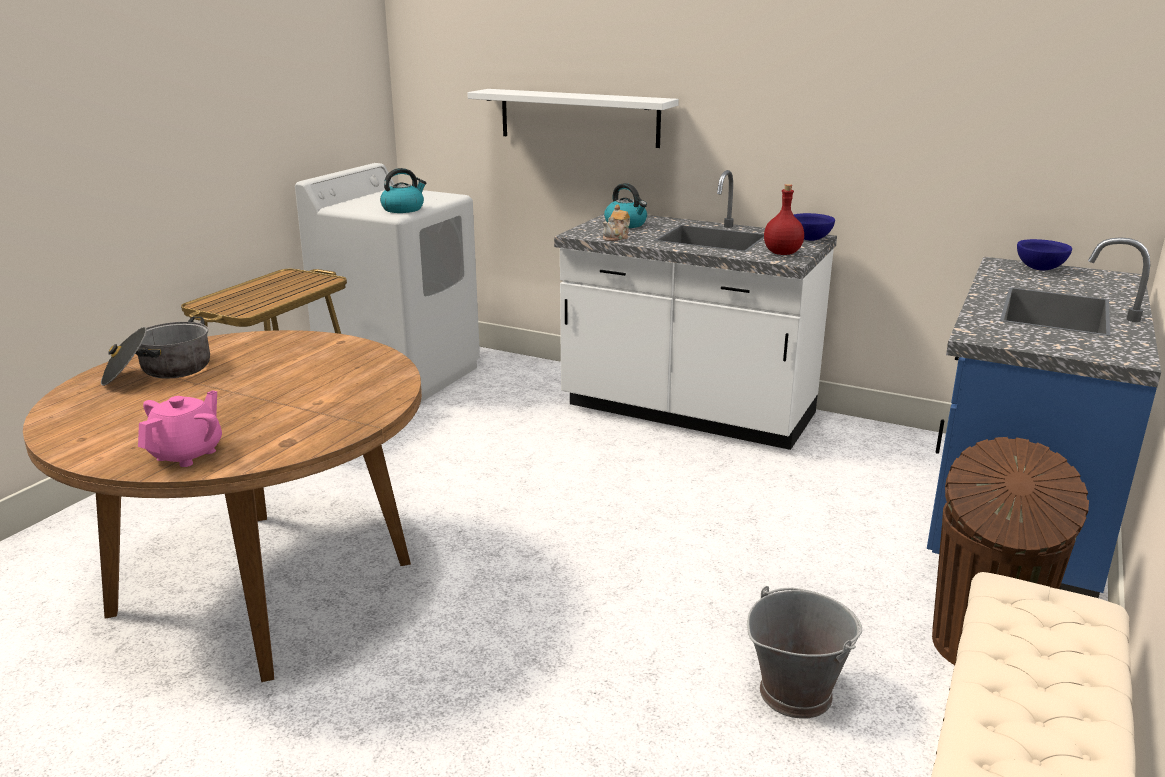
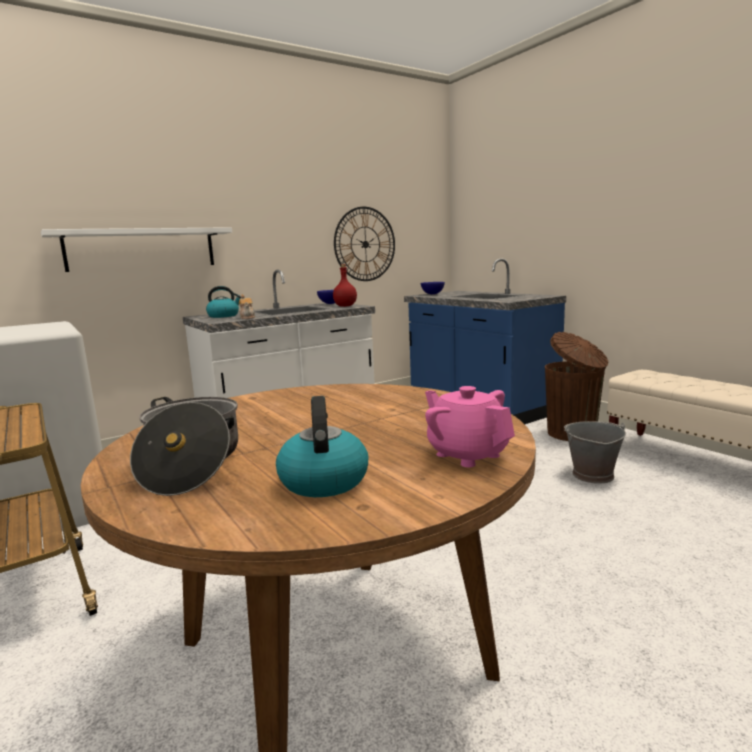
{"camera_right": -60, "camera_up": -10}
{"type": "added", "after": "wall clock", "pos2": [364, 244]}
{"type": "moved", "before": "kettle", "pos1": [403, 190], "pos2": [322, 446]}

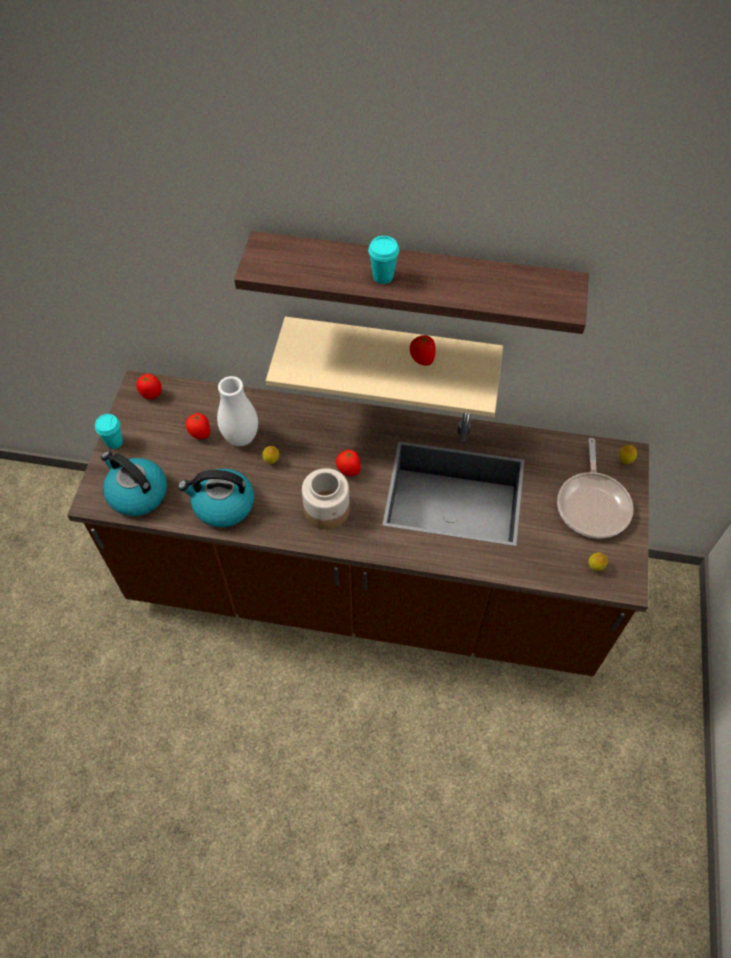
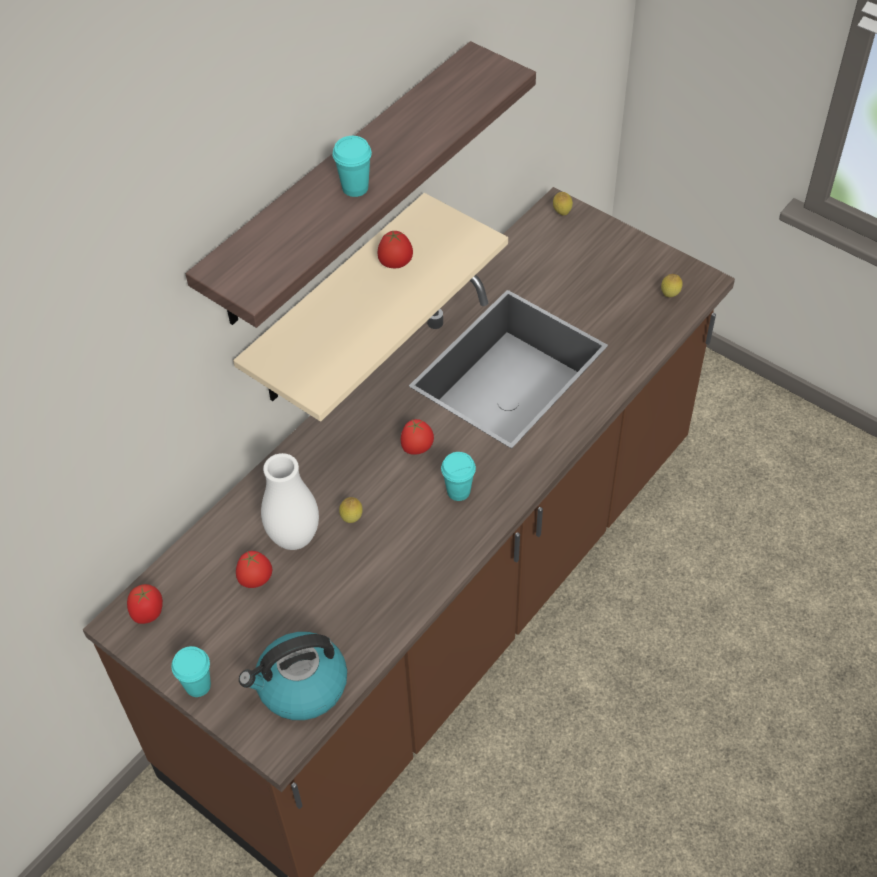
{"camera_right": -60, "camera_up": -5}
{"type": "removed", "before": "kettle", "pos1": [216, 498]}
{"type": "removed", "before": "frying pan", "pos1": [595, 488]}
{"type": "replaced", "before": "jar", "after": "turquoise cup", "pos1": [326, 499], "pos2": [458, 476]}

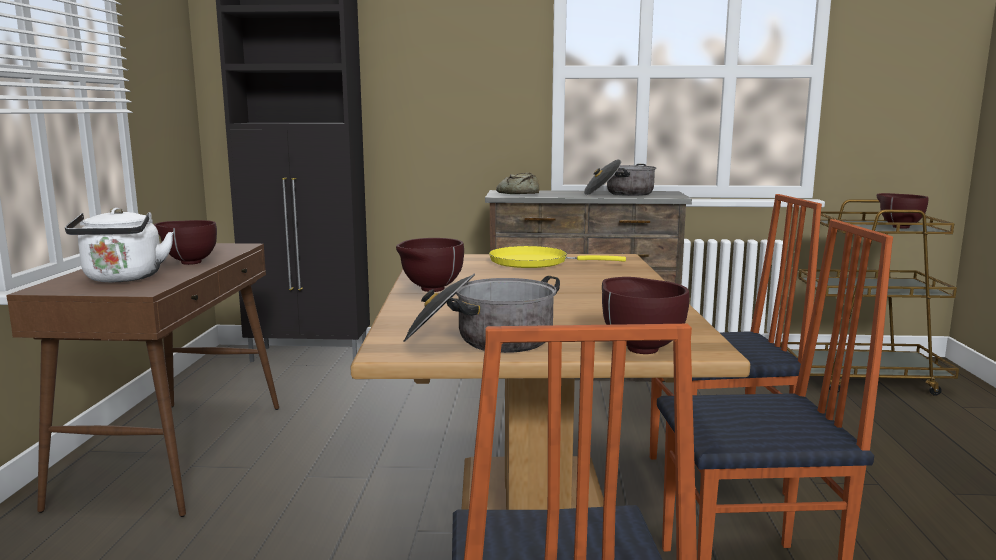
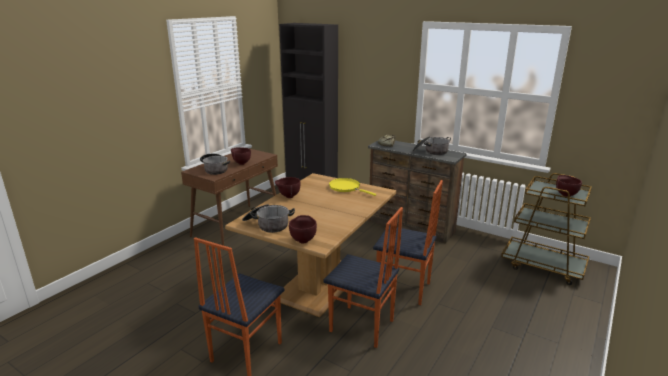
{"camera_right": 30, "camera_up": 10}
{"type": "replaced", "before": "white kettle", "after": "cooking pot", "pos1": [119, 245], "pos2": [215, 164]}

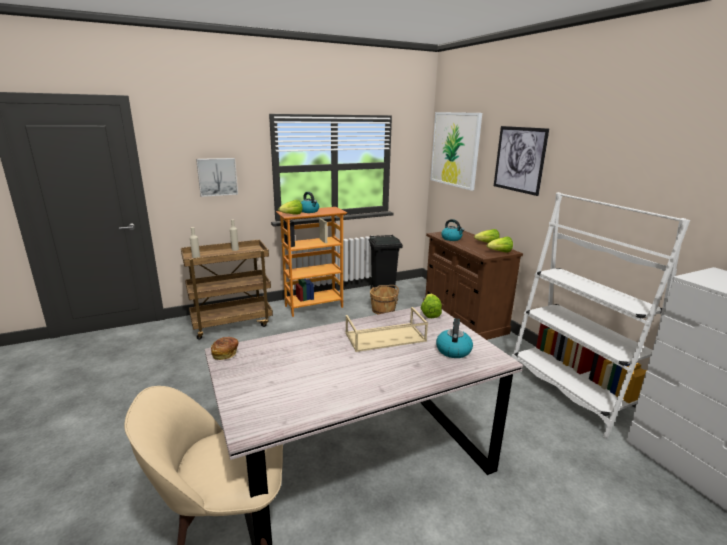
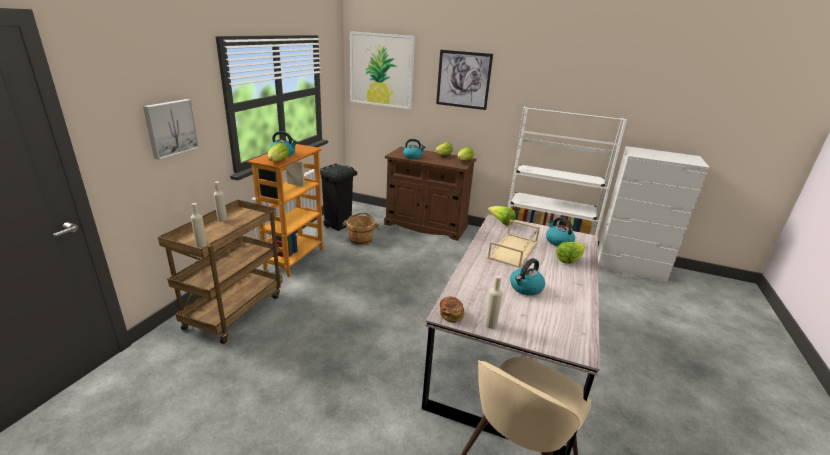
{"camera_right": -45, "camera_up": 5}
{"type": "added", "after": "beige bottle", "pos2": [493, 302]}
{"type": "added", "after": "kettle", "pos2": [527, 277]}
{"type": "added", "after": "lettuce", "pos2": [570, 253]}

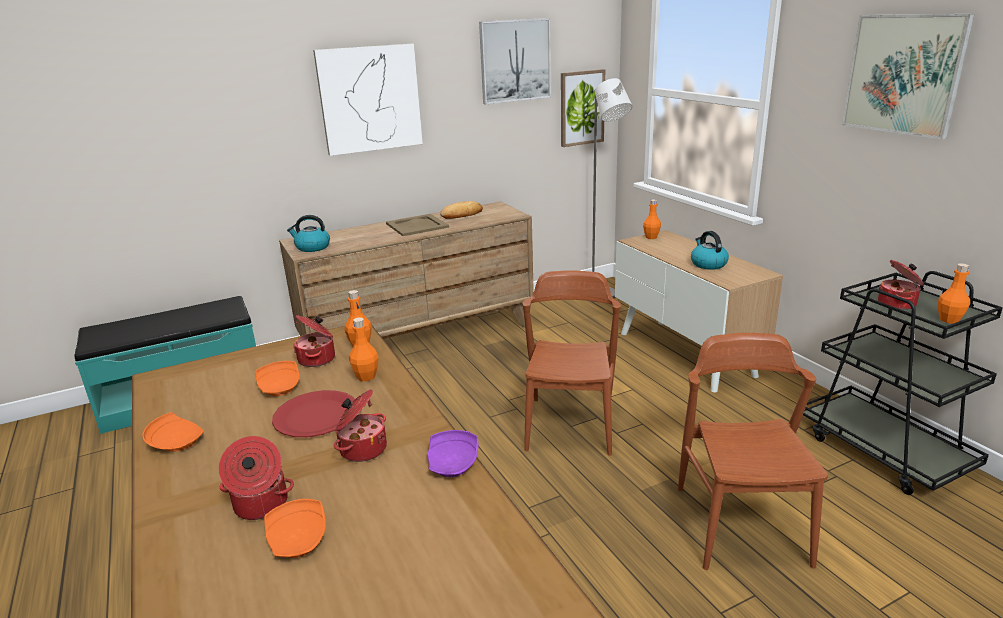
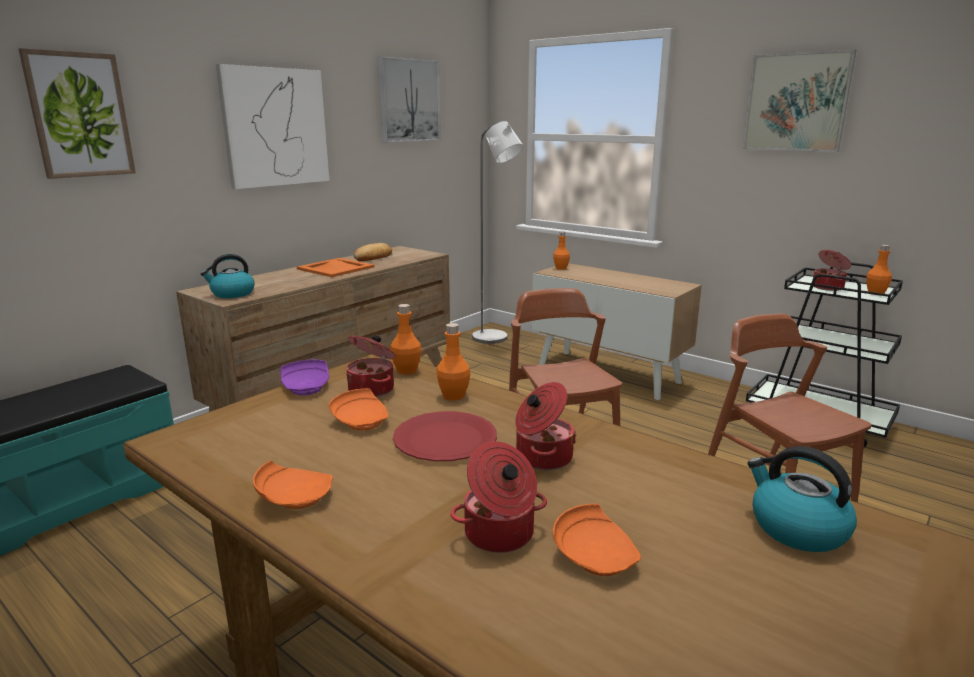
{"camera_right": -25, "camera_up": -5}
{"type": "moved", "before": "purple plate", "pos1": [453, 453], "pos2": [305, 377]}
{"type": "moved", "before": "picture", "pos1": [583, 108], "pos2": [77, 113]}
{"type": "moved", "before": "kettle", "pos1": [710, 250], "pos2": [802, 499]}
{"type": "recoloured", "before": "beige tray", "after": "orange tray", "pos1": [417, 225], "pos2": [335, 267]}

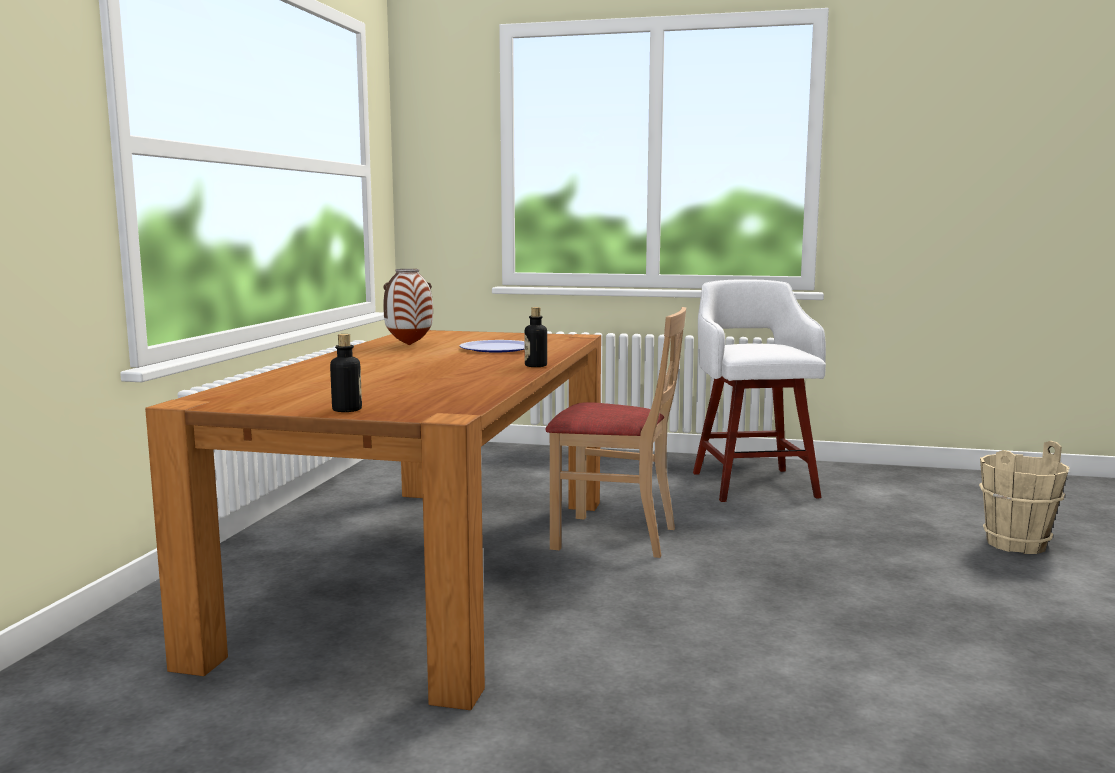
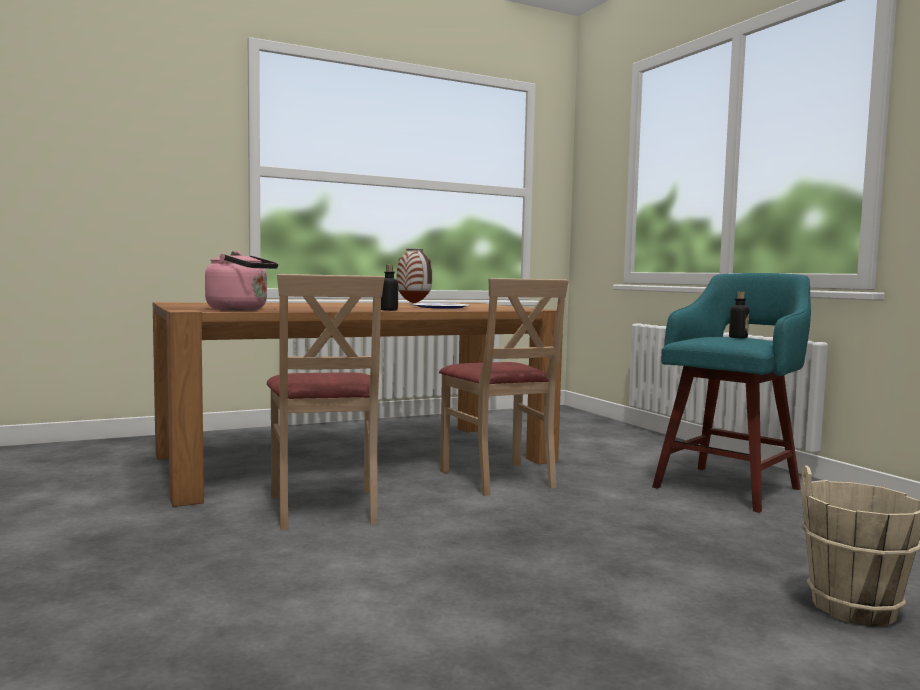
{"camera_right": 50, "camera_up": -5}
{"type": "added", "after": "pink kettle", "pos2": [241, 280]}
{"type": "added", "after": "beige chair", "pos2": [325, 402]}
{"type": "moved", "before": "bottle", "pos1": [346, 373], "pos2": [739, 315]}
{"type": "recoloured", "before": "white stool", "after": "turquoise stool", "pos1": [759, 390], "pos2": [731, 393]}

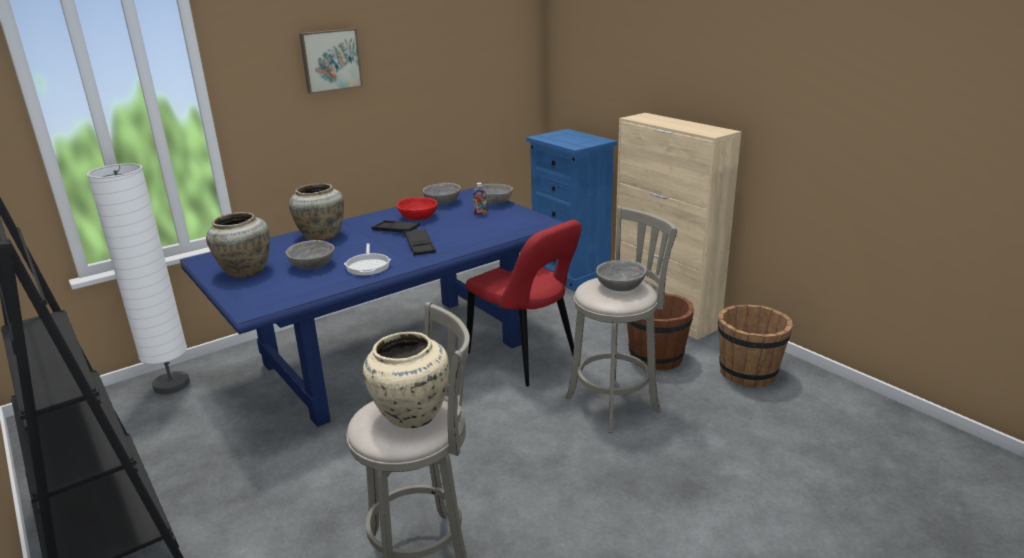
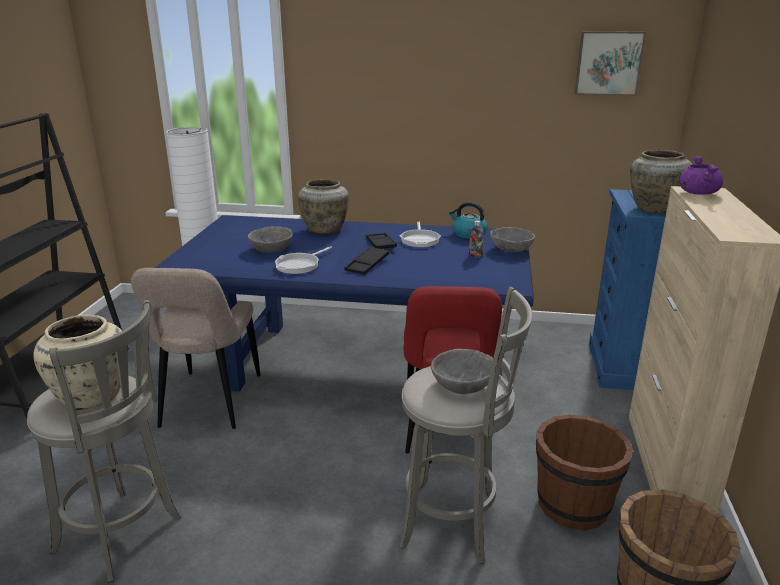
{"camera_right": 45, "camera_up": 0}
{"type": "added", "after": "beige chair", "pos2": [195, 348]}
{"type": "added", "after": "purple cooking pot", "pos2": [701, 175]}
{"type": "moved", "before": "beige vase", "pos1": [238, 245], "pos2": [661, 181]}
{"type": "moved", "before": "picture", "pos1": [331, 61], "pos2": [610, 63]}
{"type": "replaced", "before": "red bowl", "after": "frying pan", "pos1": [417, 208], "pos2": [420, 234]}
{"type": "replaced", "before": "grey bowl", "after": "kettle", "pos1": [442, 194], "pos2": [468, 220]}

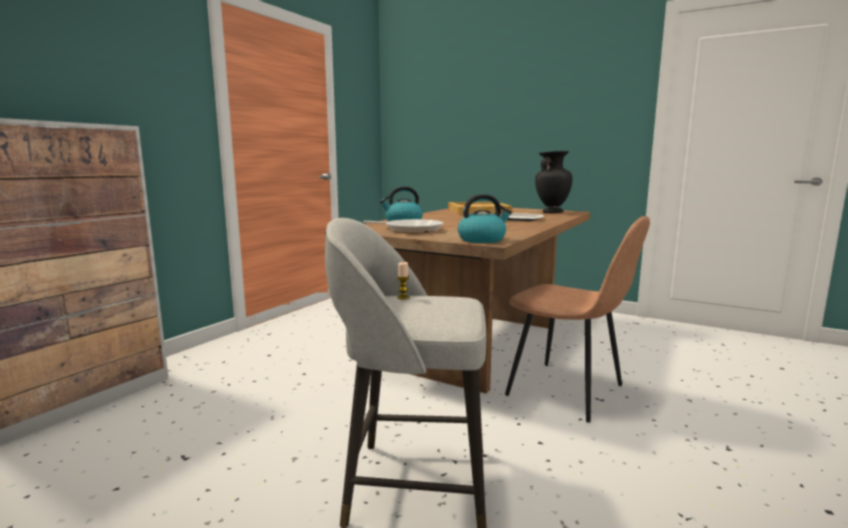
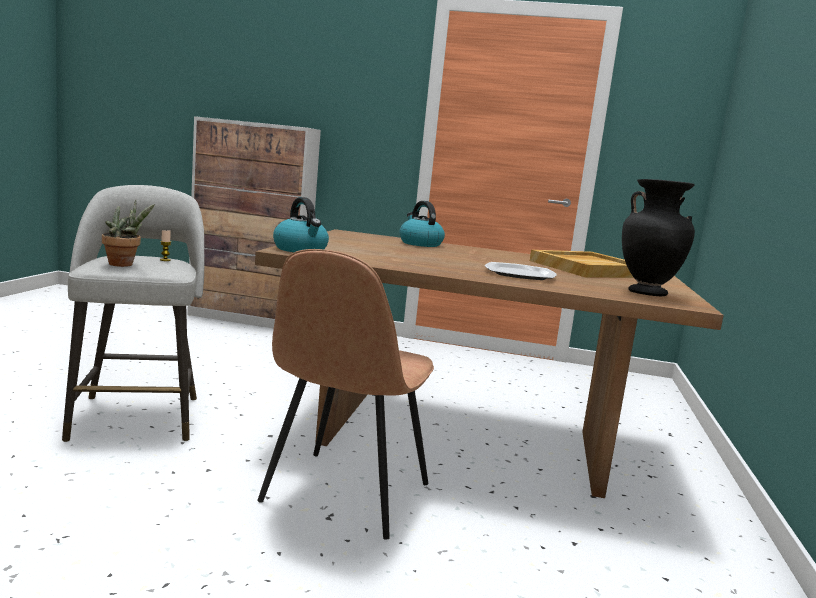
{"camera_right": 70, "camera_up": 0}
{"type": "removed", "before": "frying pan", "pos1": [403, 226]}
{"type": "added", "after": "potted plant", "pos2": [128, 233]}

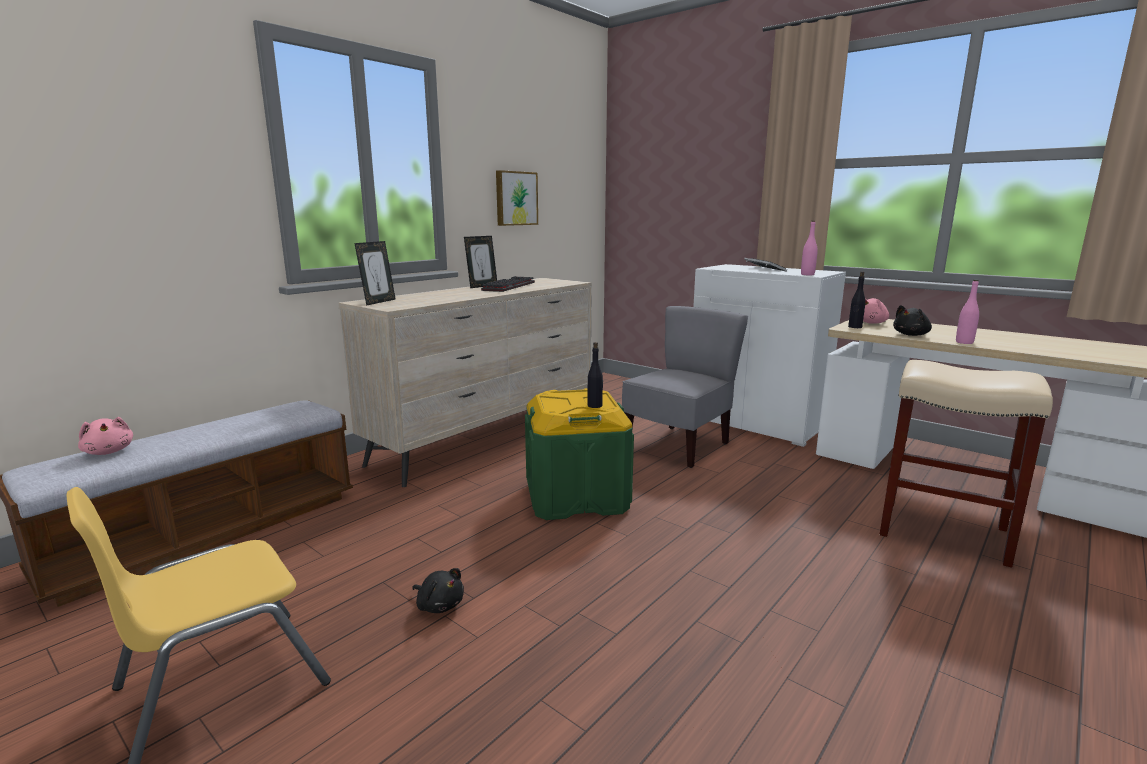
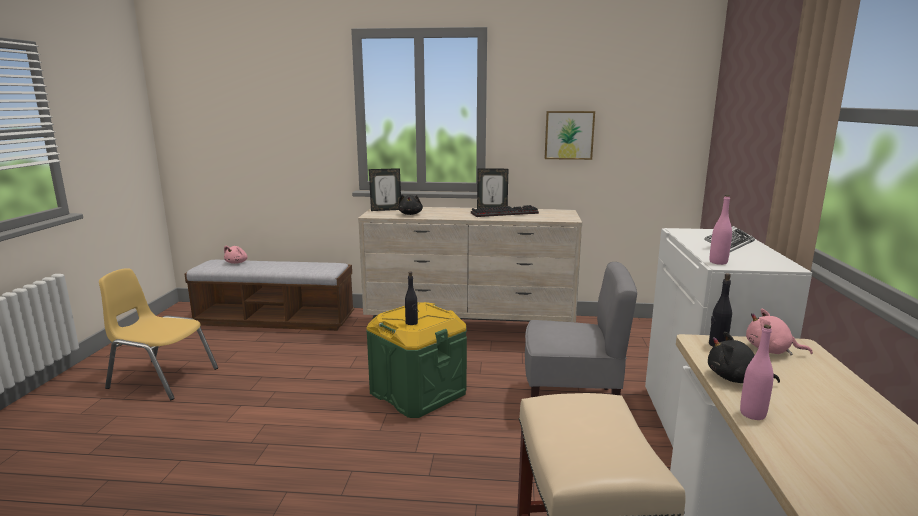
{"camera_right": 55, "camera_up": 0}
{"type": "moved", "before": "black plush toy", "pos1": [438, 590], "pos2": [410, 205]}

